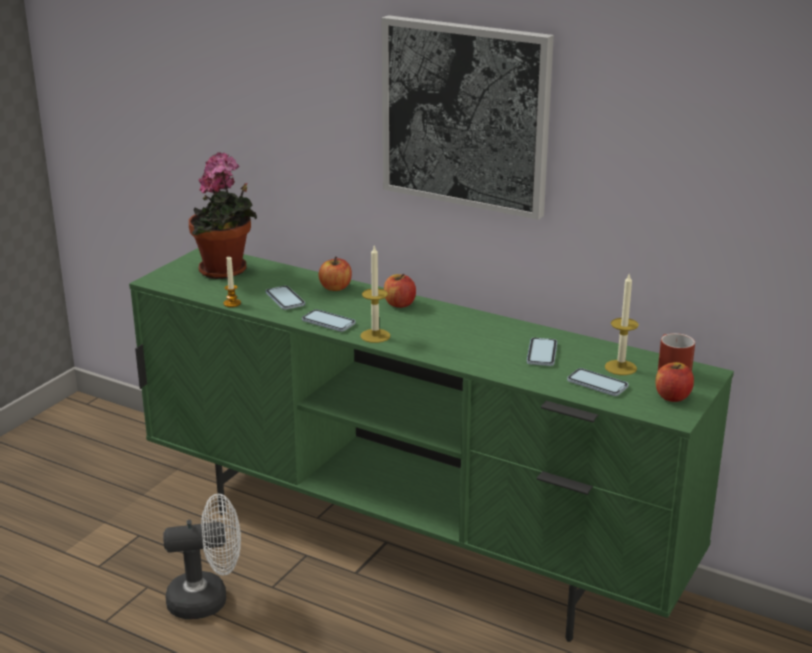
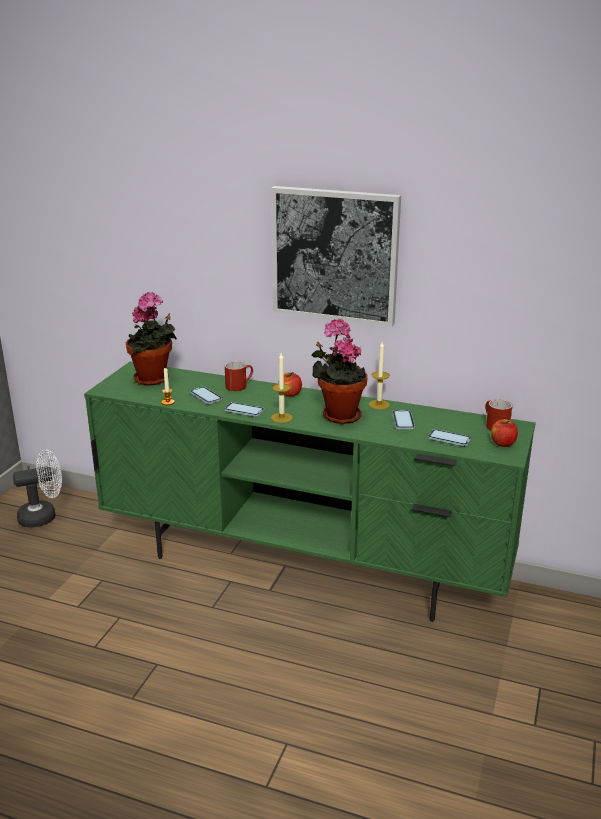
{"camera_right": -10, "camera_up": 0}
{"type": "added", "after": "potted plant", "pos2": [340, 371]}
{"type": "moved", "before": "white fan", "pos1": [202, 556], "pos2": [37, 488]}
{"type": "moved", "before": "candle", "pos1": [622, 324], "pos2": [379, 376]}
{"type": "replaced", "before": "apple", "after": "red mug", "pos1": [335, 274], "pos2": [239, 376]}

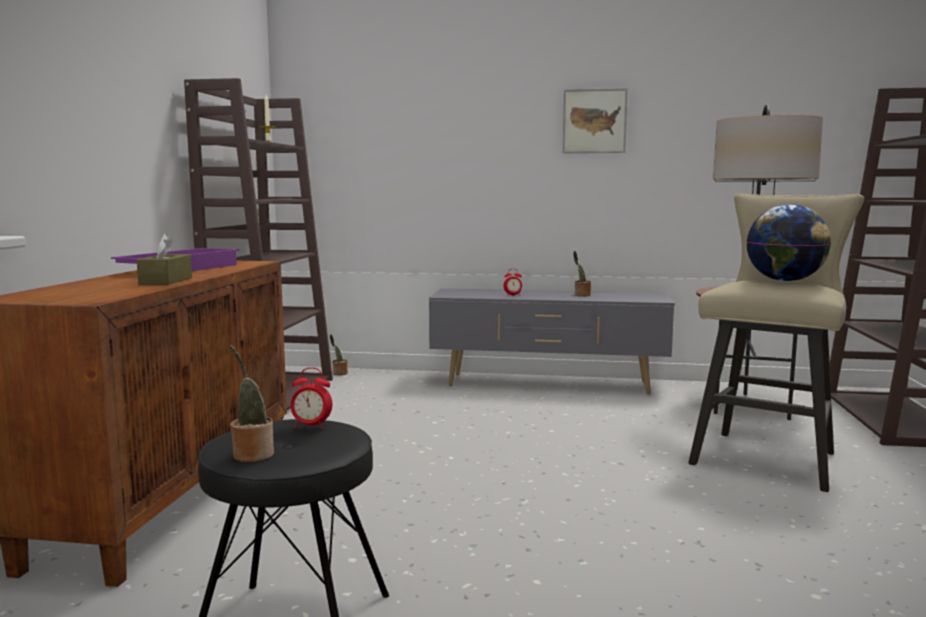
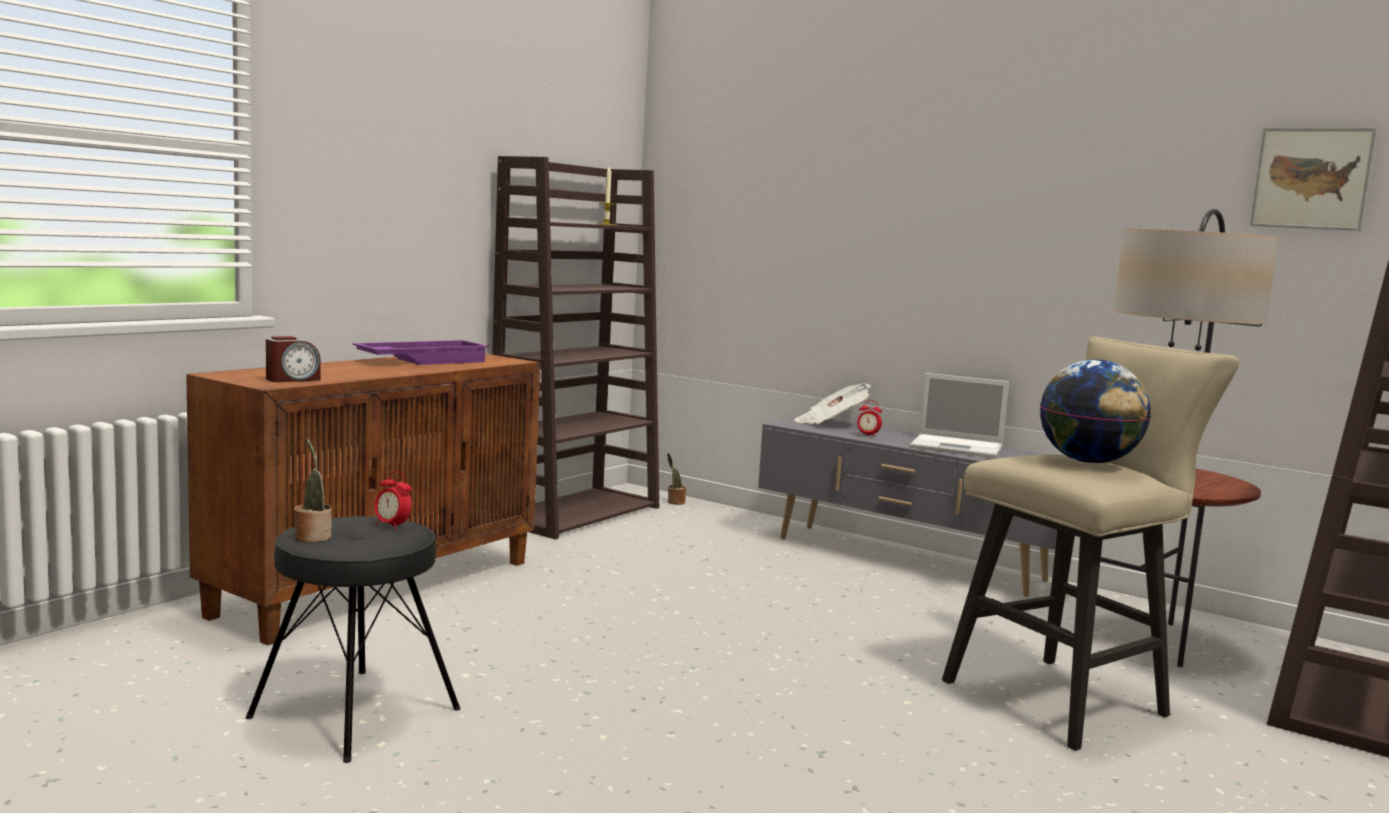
{"camera_right": 25, "camera_up": 0}
{"type": "removed", "before": "brown tissue box", "pos1": [164, 259]}
{"type": "added", "after": "alarm clock", "pos2": [293, 359]}
{"type": "added", "after": "newspaper", "pos2": [832, 404]}
{"type": "moved", "before": "picture", "pos1": [595, 120], "pos2": [1313, 179]}
{"type": "replaced", "before": "potted plant", "after": "laptop", "pos1": [582, 273], "pos2": [959, 415]}

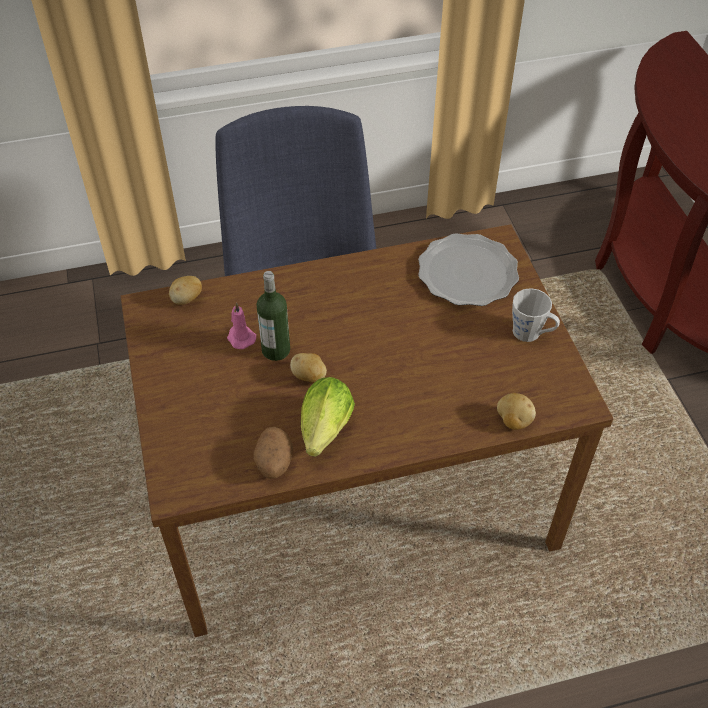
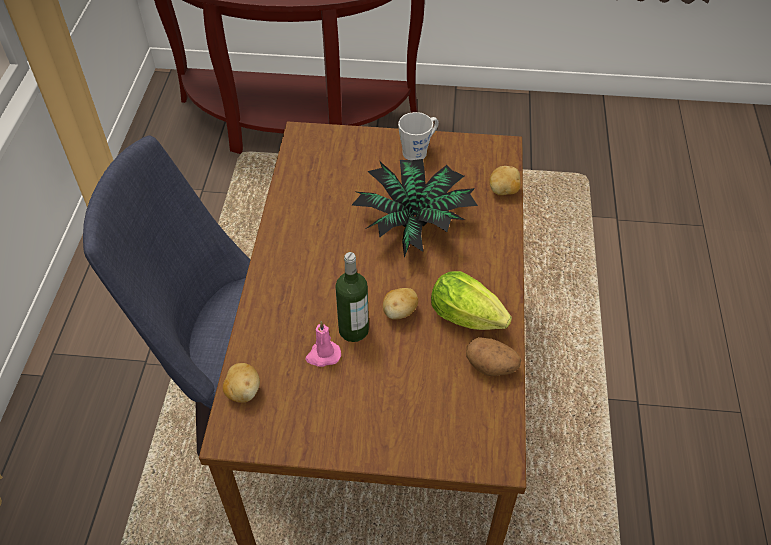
{"camera_right": -70, "camera_up": 0}
{"type": "removed", "before": "plate", "pos1": [468, 269]}
{"type": "added", "after": "potted plant", "pos2": [415, 208]}

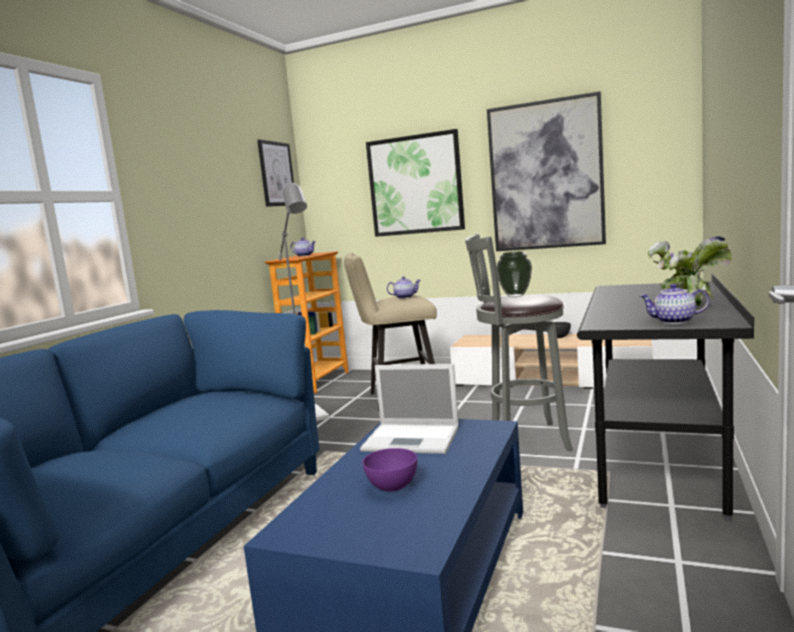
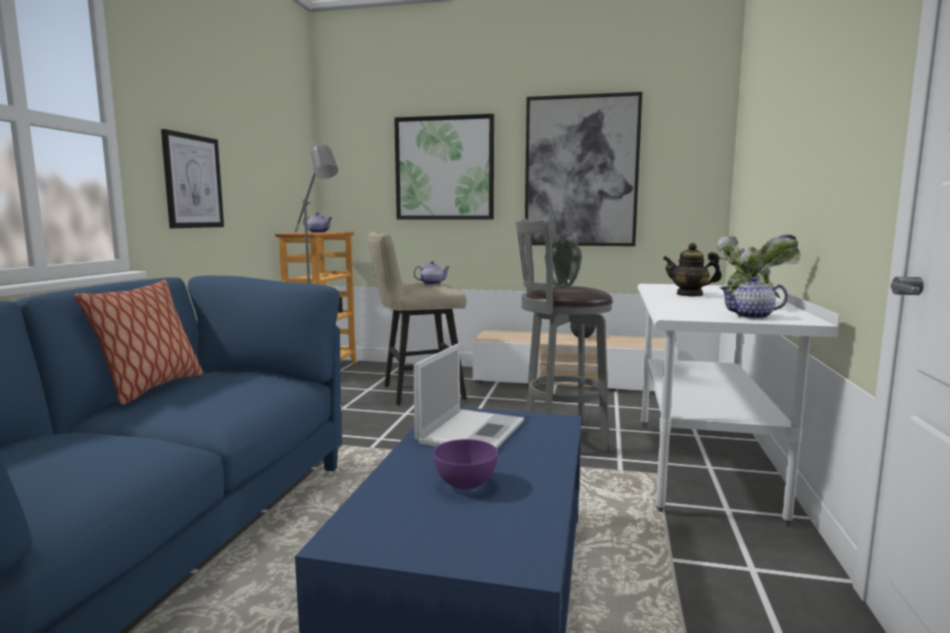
{"camera_right": -10, "camera_up": 0}
{"type": "added", "after": "pillow", "pos2": [138, 342]}
{"type": "added", "after": "teapot", "pos2": [692, 269]}
{"type": "moved", "before": "picture", "pos1": [275, 173], "pos2": [192, 178]}
{"type": "recoloured", "before": "black desk", "after": "white desk", "pos1": [665, 398], "pos2": [738, 405]}
{"type": "turned", "before": "laptop", "pos1": [409, 409], "pos2": [468, 395], "turn": -75}

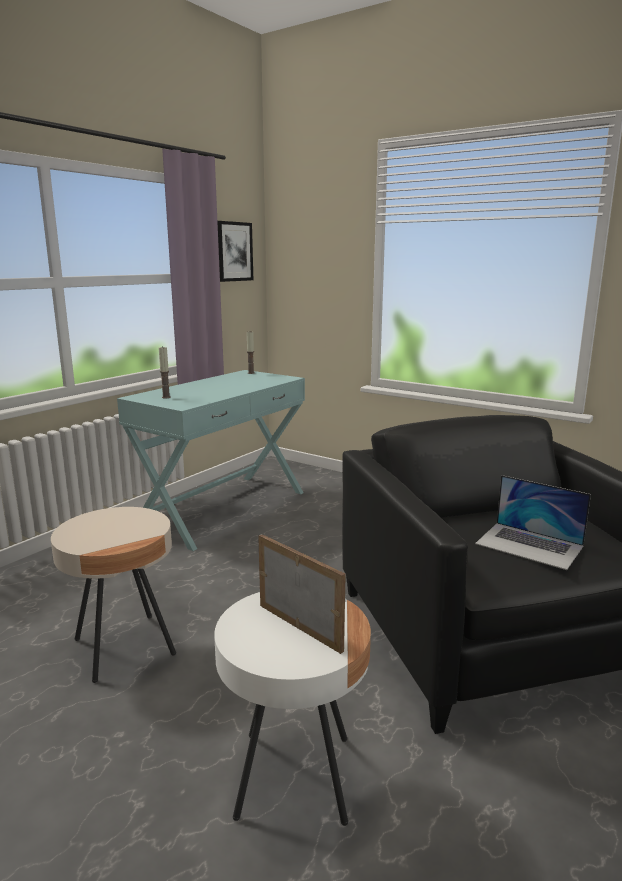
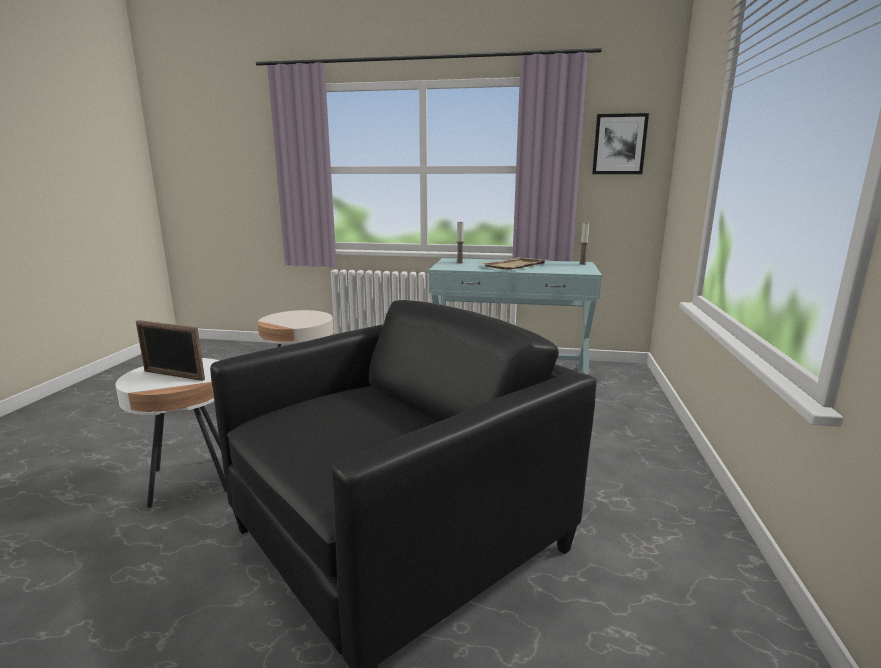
{"camera_right": 65, "camera_up": 0}
{"type": "removed", "before": "laptop", "pos1": [533, 522]}
{"type": "added", "after": "beige tray", "pos2": [514, 263]}
{"type": "turned", "before": "picture frame", "pos1": [302, 594], "pos2": [170, 350], "turn": 90}

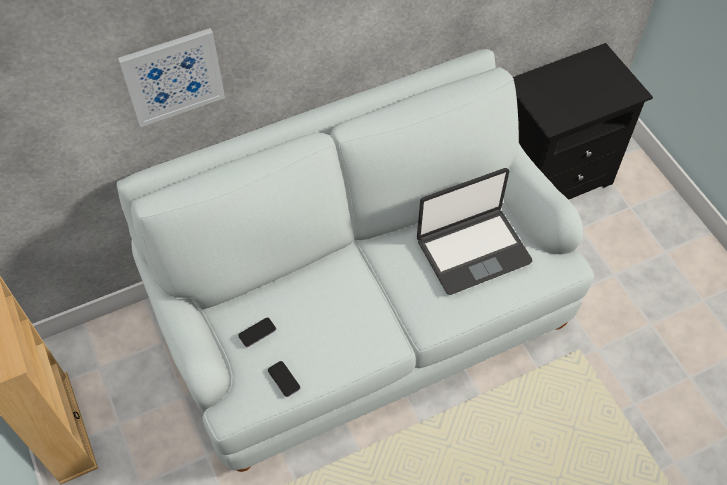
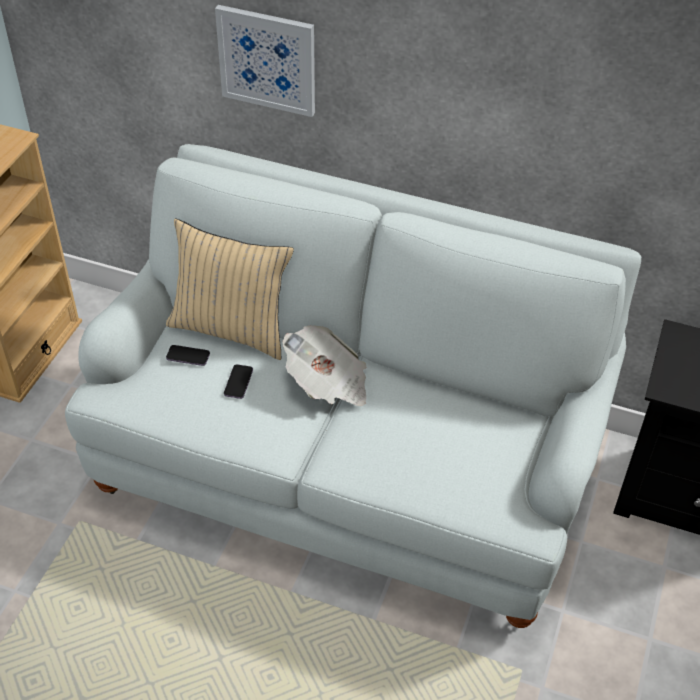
{"camera_right": 45, "camera_up": -10}
{"type": "removed", "before": "laptop", "pos1": [474, 231]}
{"type": "added", "after": "beige pillow", "pos2": [230, 289]}
{"type": "added", "after": "newspaper", "pos2": [325, 365]}
{"type": "moved", "before": "phone", "pos1": [284, 379], "pos2": [238, 381]}

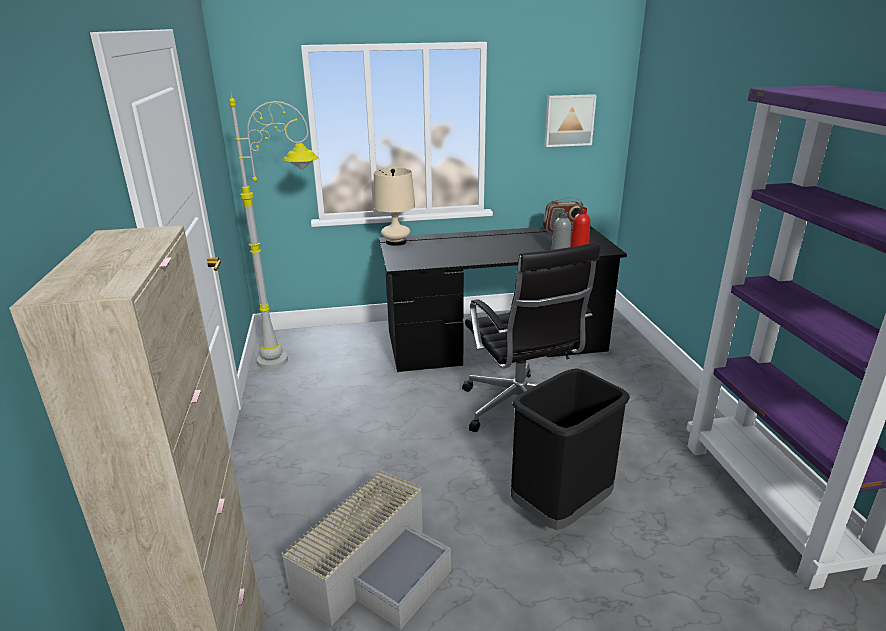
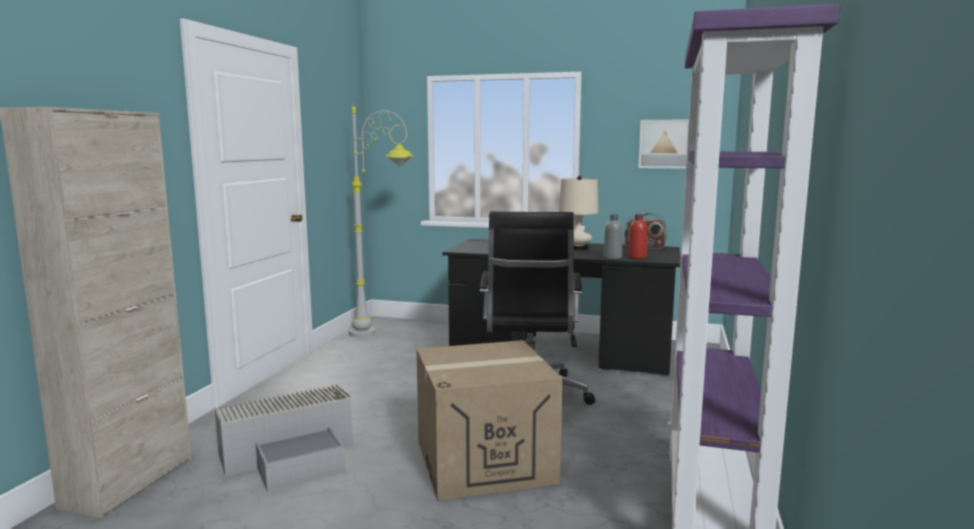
{"camera_right": 25, "camera_up": -15}
{"type": "moved", "before": "beige table lamp", "pos1": [394, 207], "pos2": [579, 213]}
{"type": "replaced", "before": "black trash can", "after": "cardboard box", "pos1": [570, 449], "pos2": [489, 420]}

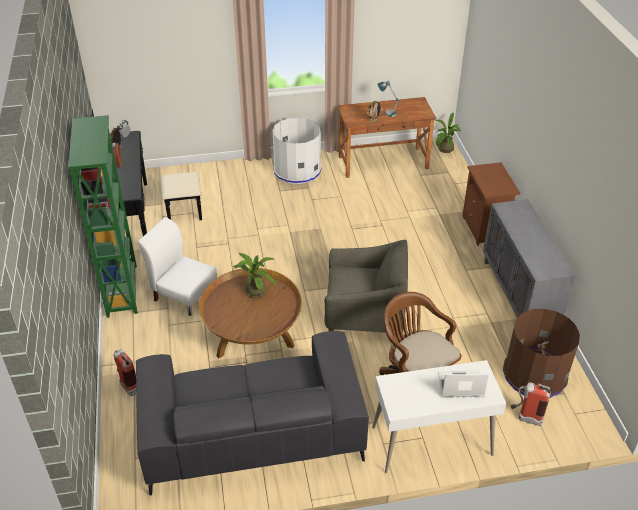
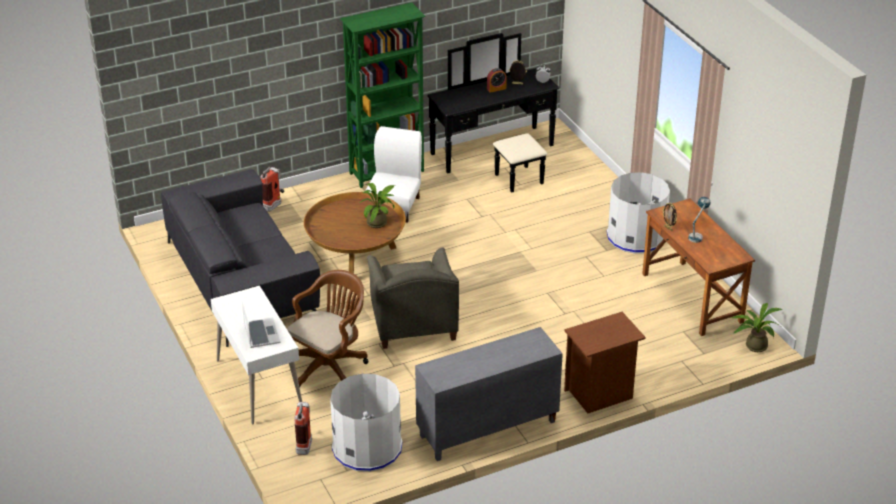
{"camera_right": 75, "camera_up": -5}
{"type": "recoloured", "before": "brown trash can", "after": "white trash can", "pos1": [541, 353], "pos2": [366, 423]}

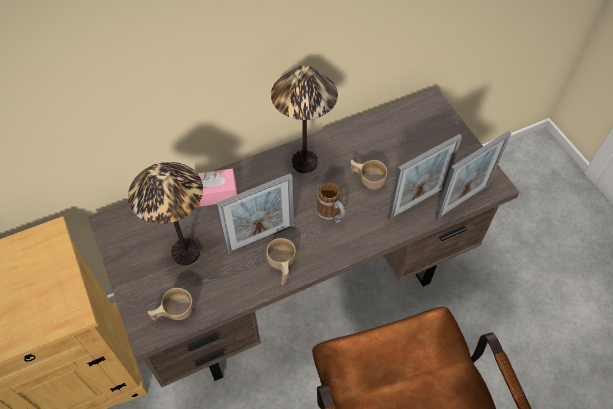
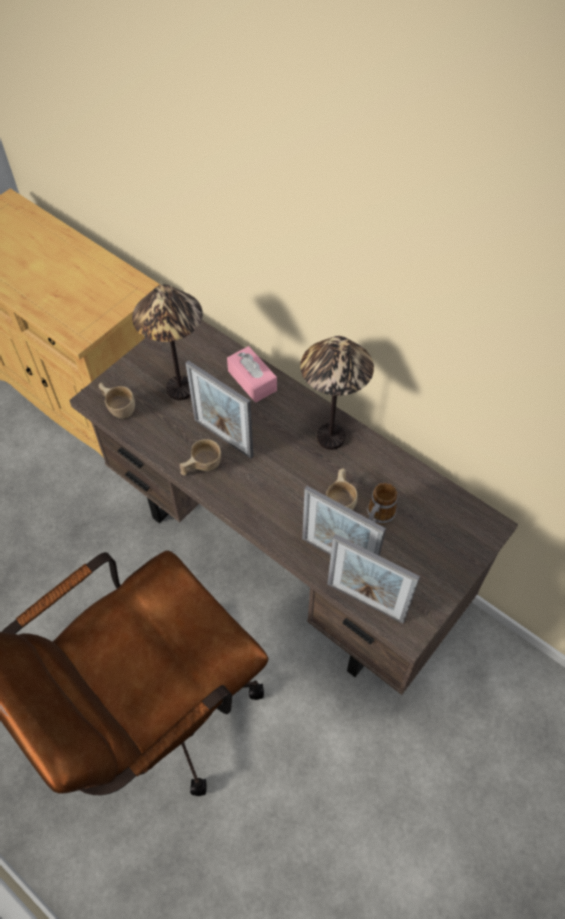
{"camera_right": 65, "camera_up": 0}
{"type": "moved", "before": "mug", "pos1": [330, 203], "pos2": [382, 504]}

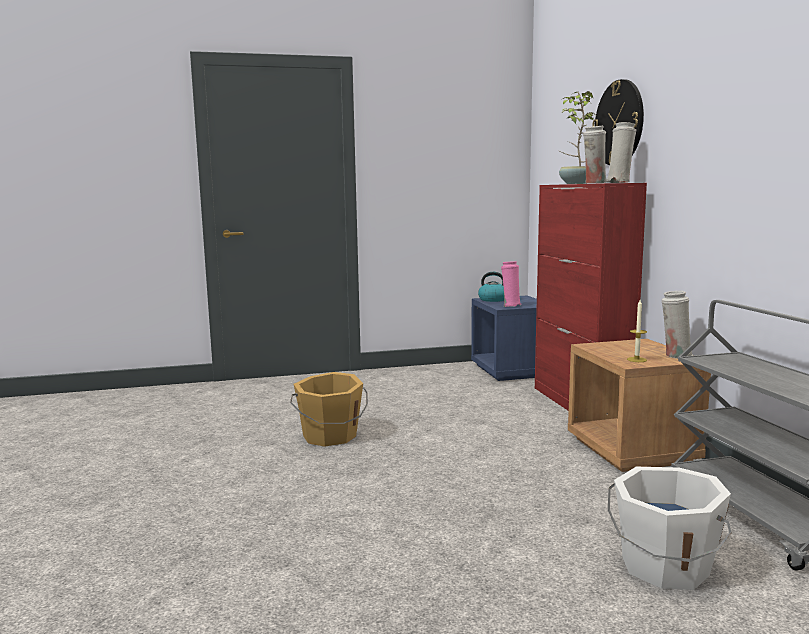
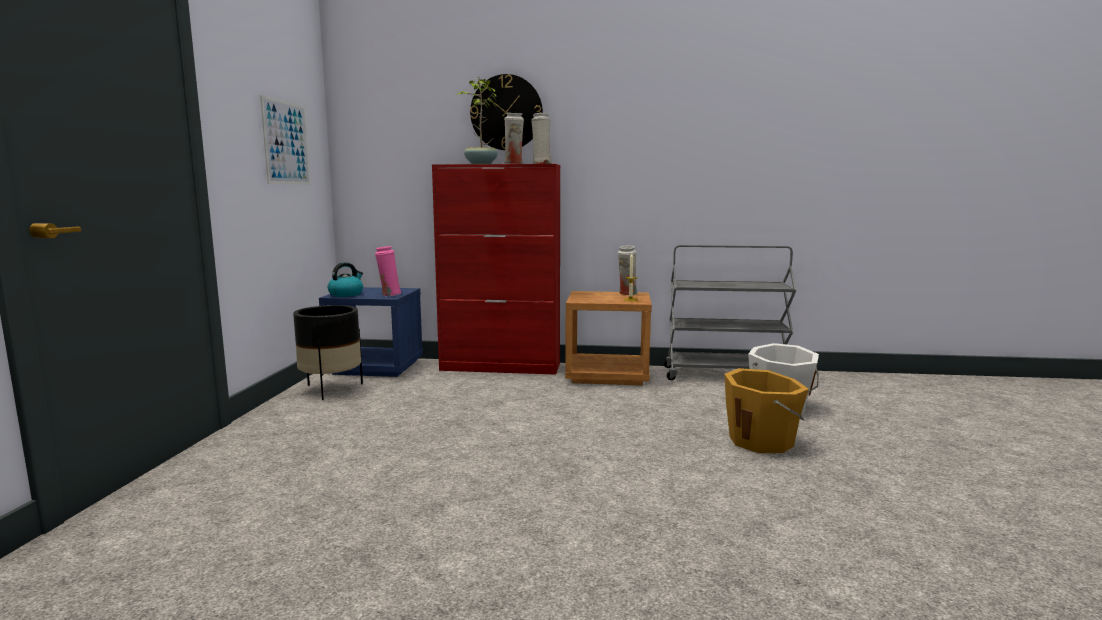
{"camera_right": -70, "camera_up": 0}
{"type": "added", "after": "picture", "pos2": [285, 140]}
{"type": "added", "after": "black planter", "pos2": [328, 352]}
{"type": "moved", "before": "orange bucket", "pos1": [329, 409], "pos2": [767, 410]}

